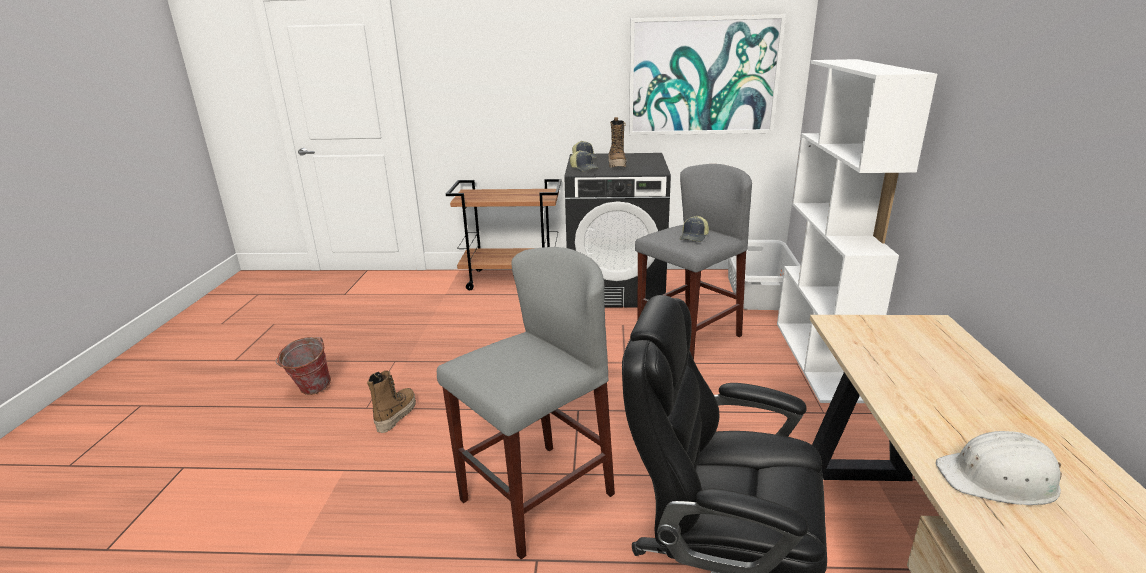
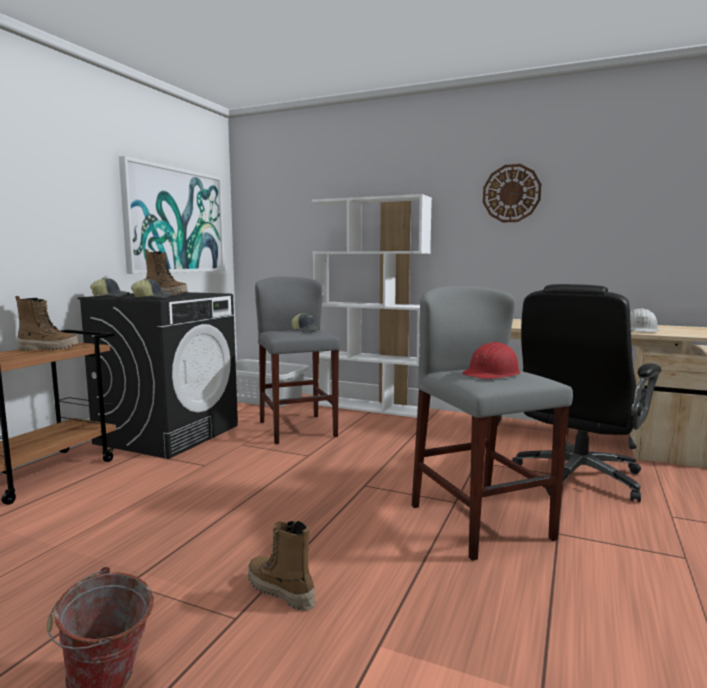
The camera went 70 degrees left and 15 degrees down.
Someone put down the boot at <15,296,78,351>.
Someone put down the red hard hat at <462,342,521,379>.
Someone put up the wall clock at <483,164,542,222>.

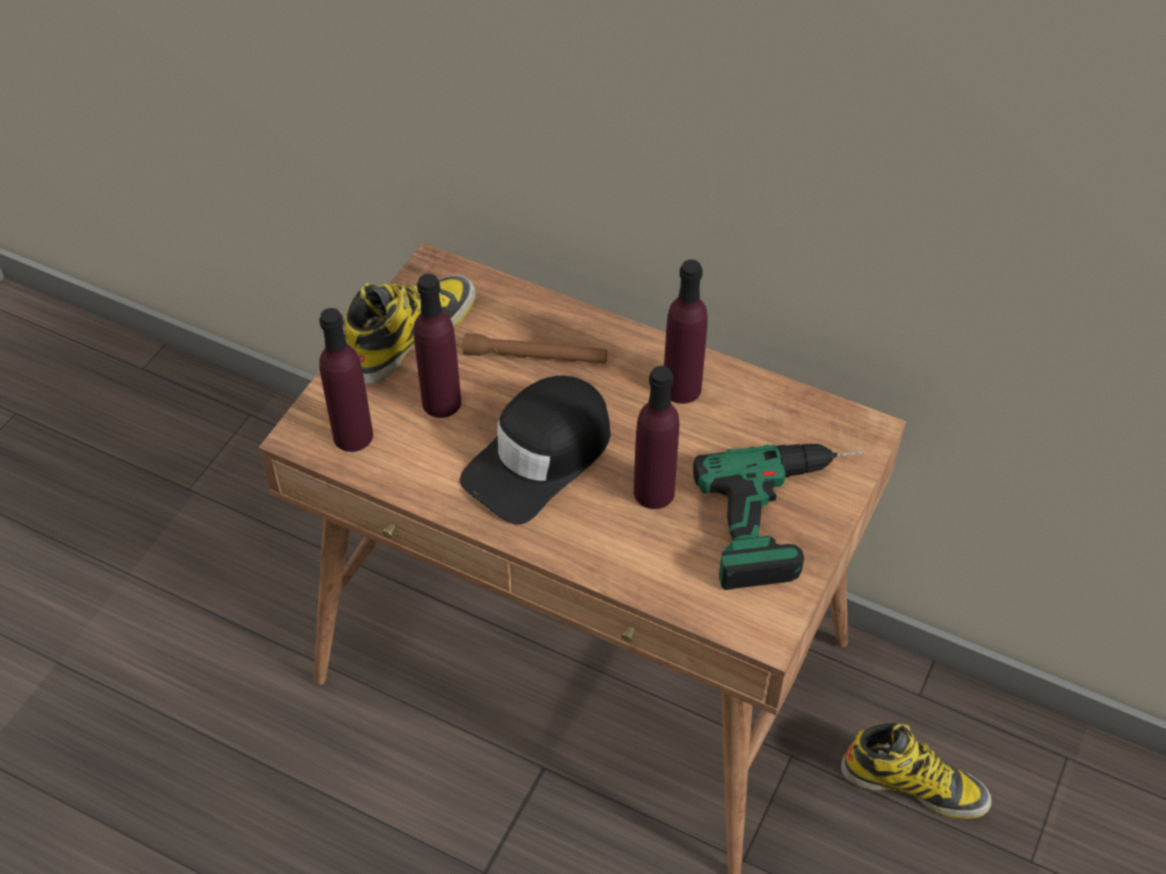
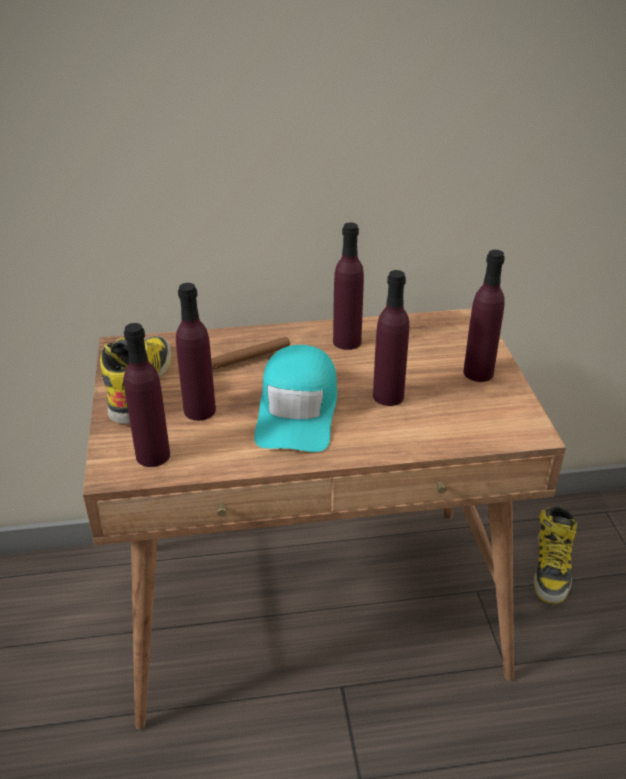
The camera went 35 degrees left and 15 degrees down.
Someone repainted the black cap at <460,376,611,525>, which became the turquoise cap at <254,345,337,452>.
Someone swapped the power drill at <693,444,866,590> for the purple bottle at <464,250,505,382>.
Someone rotated the boot at <841,723,992,819> by 120 degrees clockwise.

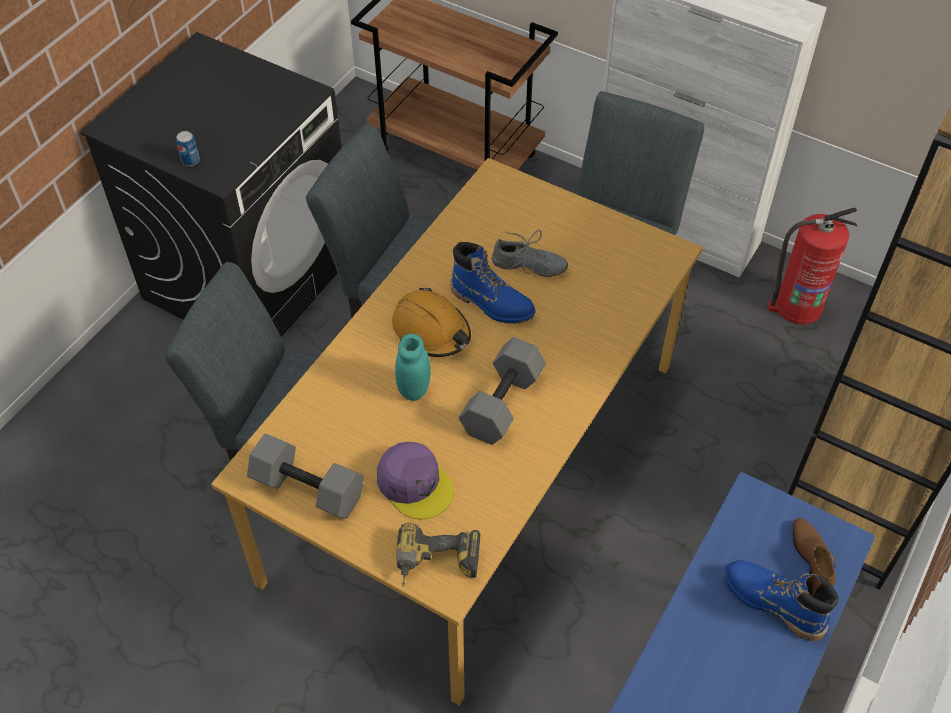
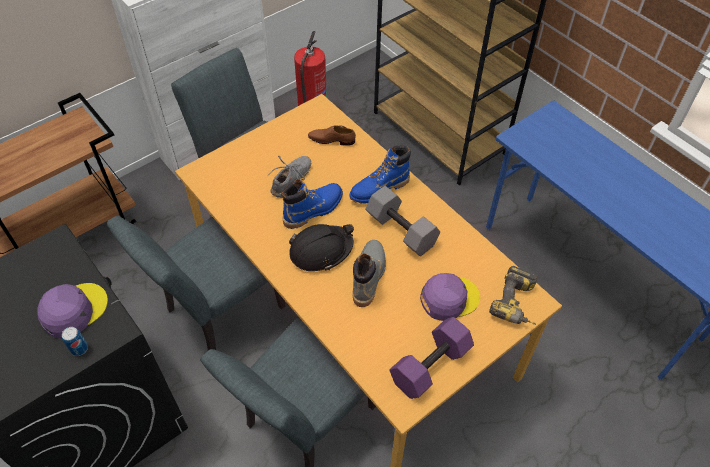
The camera went 70 degrees left and 0 degrees up.
Someone put down the purple cap at <37,283,108,339>.
Someone repainted the orange hard hat at <392,288,471,357>, which became the black hard hat at <289,224,354,271>.
Someone carried the brown shoe from <793,518,836,586> to <308,125,356,146>.
Someone carried the blue boot from <723,560,839,641> to <349,146,411,204>.
Someone swapped the turquoise jar at <395,334,431,401> for the grey boot at <352,240,386,307>.
Someone repainted the grey dumbbell at <247,434,364,519>, which became the purple dumbbell at <389,317,474,399>.

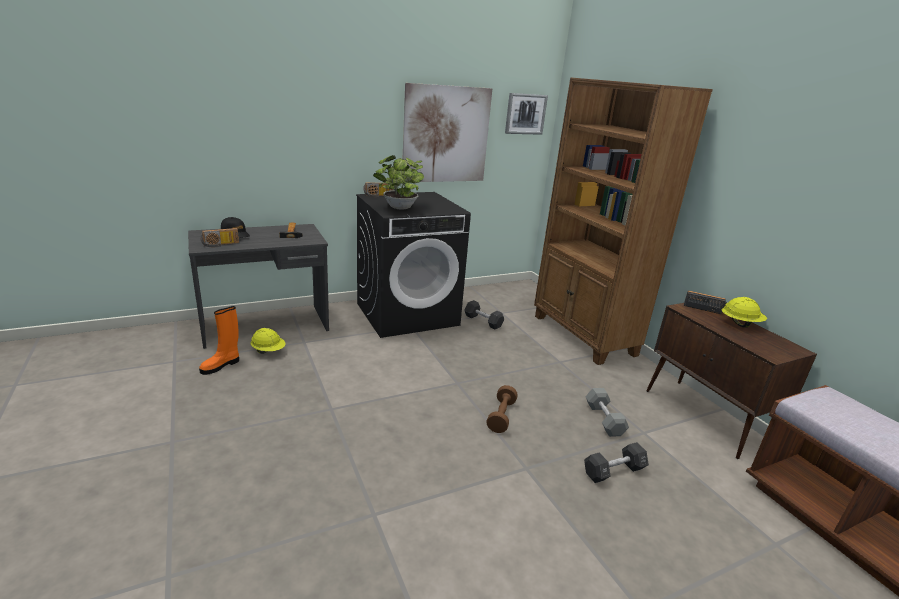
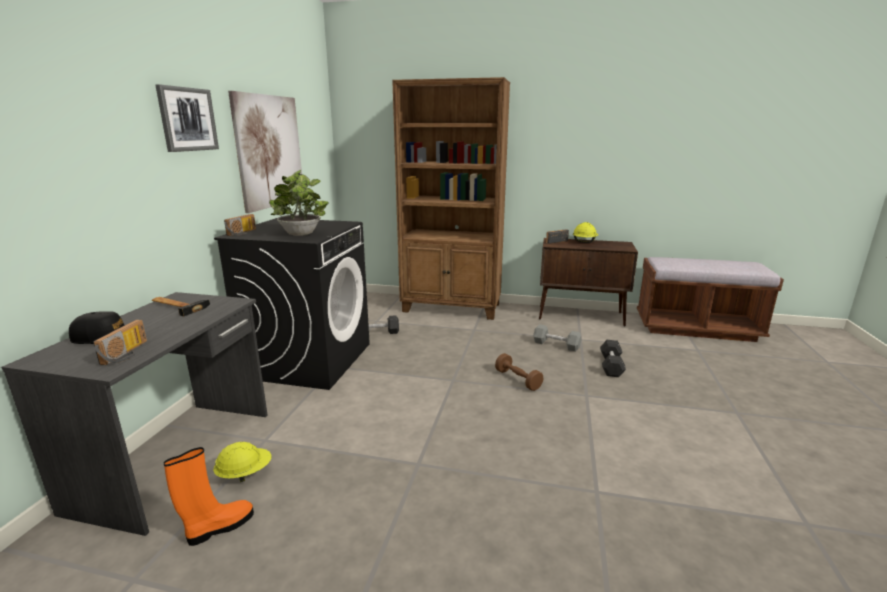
The camera went 50 degrees left and 5 degrees down.
Someone carried the picture from <505,93,548,135> to <156,84,219,152>.
Someone rotated the orange boot at <199,306,239,375> by 120 degrees counterclockwise.

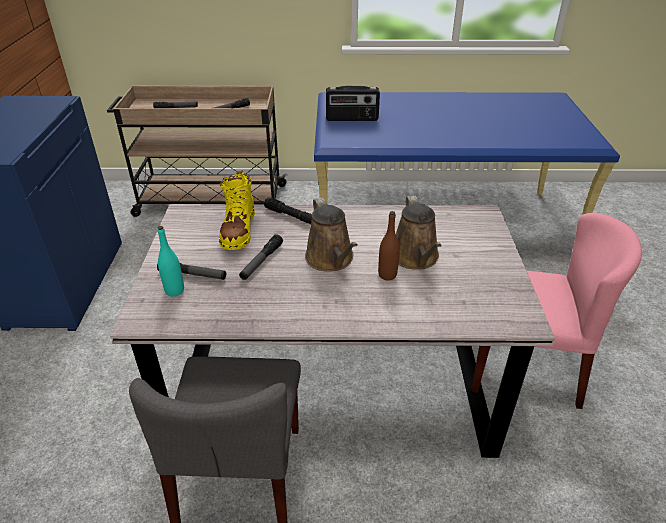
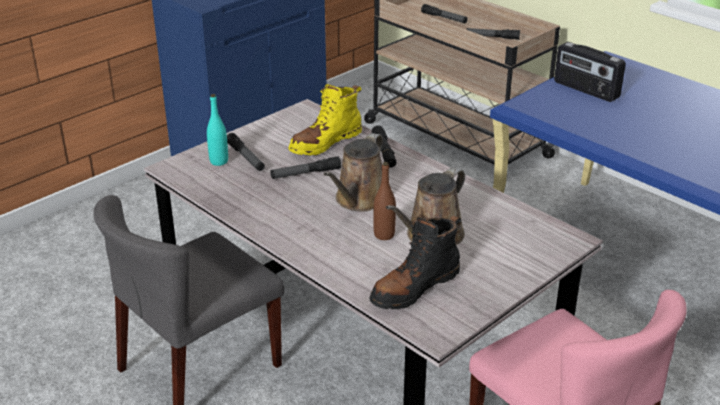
The camera went 45 degrees right and 5 degrees down.
Someone put down the black boot at <370,216,461,310>.

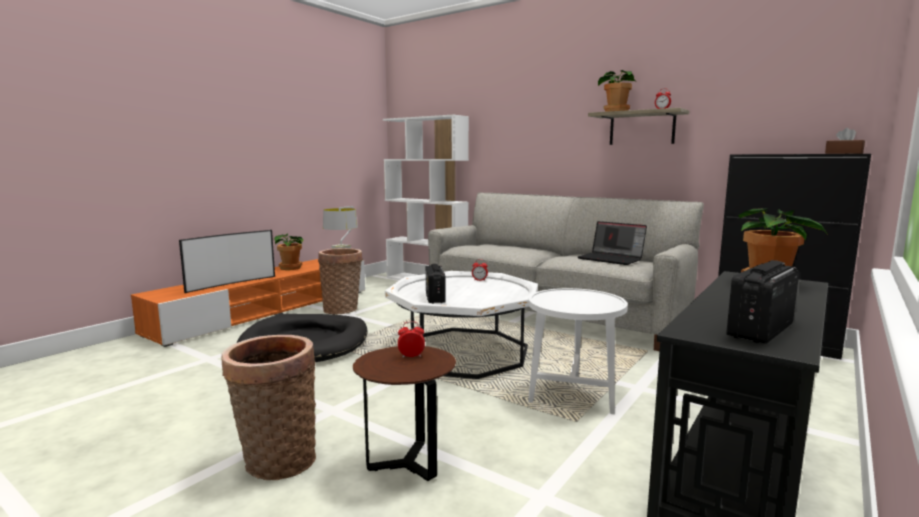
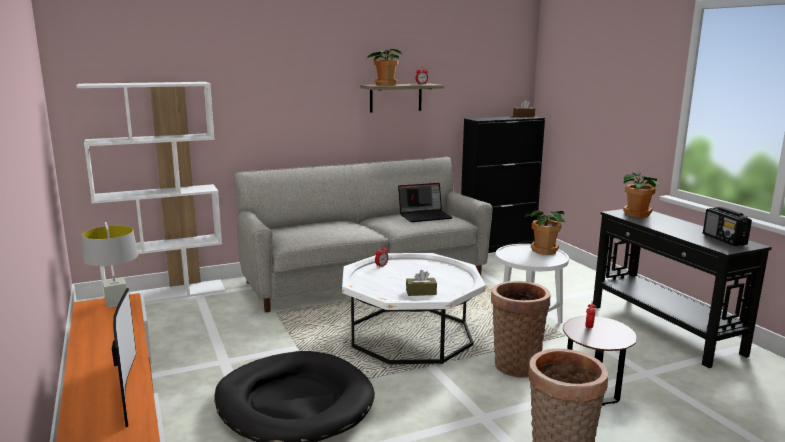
The camera went 60 degrees left and 5 degrees up.
Someone swapped the radio at <426,264,446,303> for the brown tissue box at <406,270,437,296>.
Someone carried the basket from <318,248,363,315> to <491,281,551,378>.
Someone carried the potted plant from <274,233,303,270> to <525,210,567,255>.

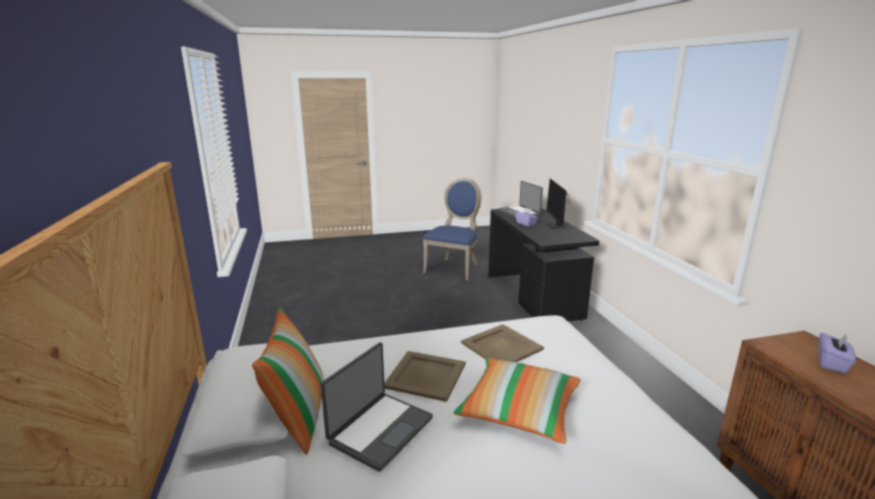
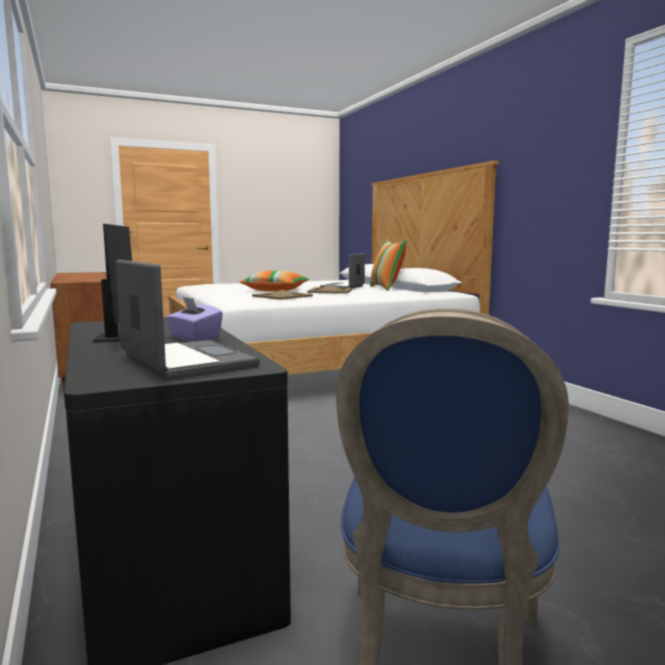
The camera went 170 degrees right and 10 degrees down.
Someone took away the purple tissue box at <818,333,856,373>.

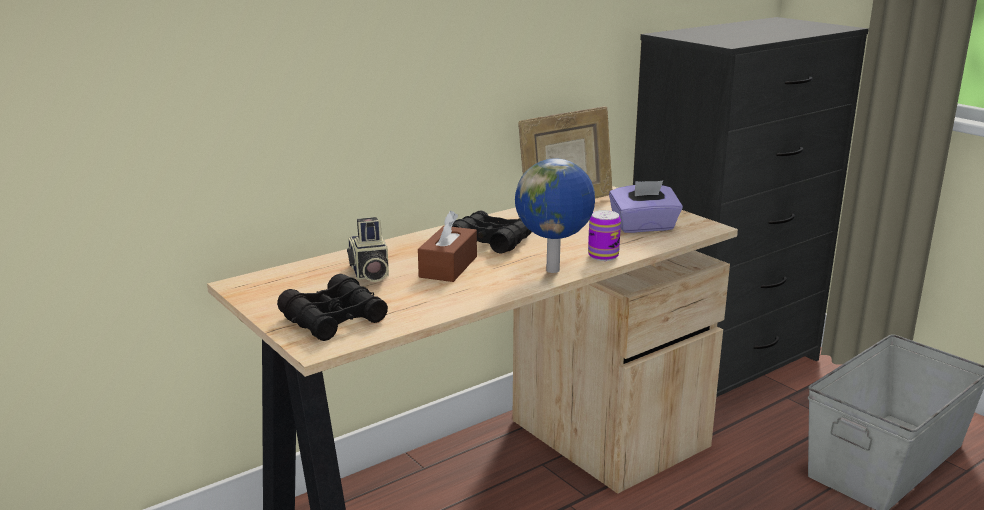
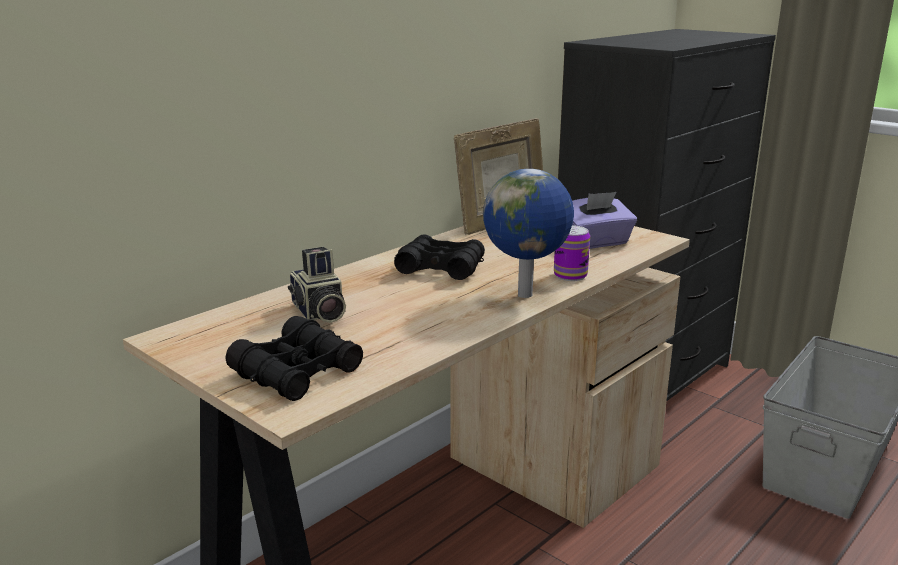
The camera went 10 degrees left and 0 degrees up.
Someone took away the brown tissue box at <418,211,477,282>.

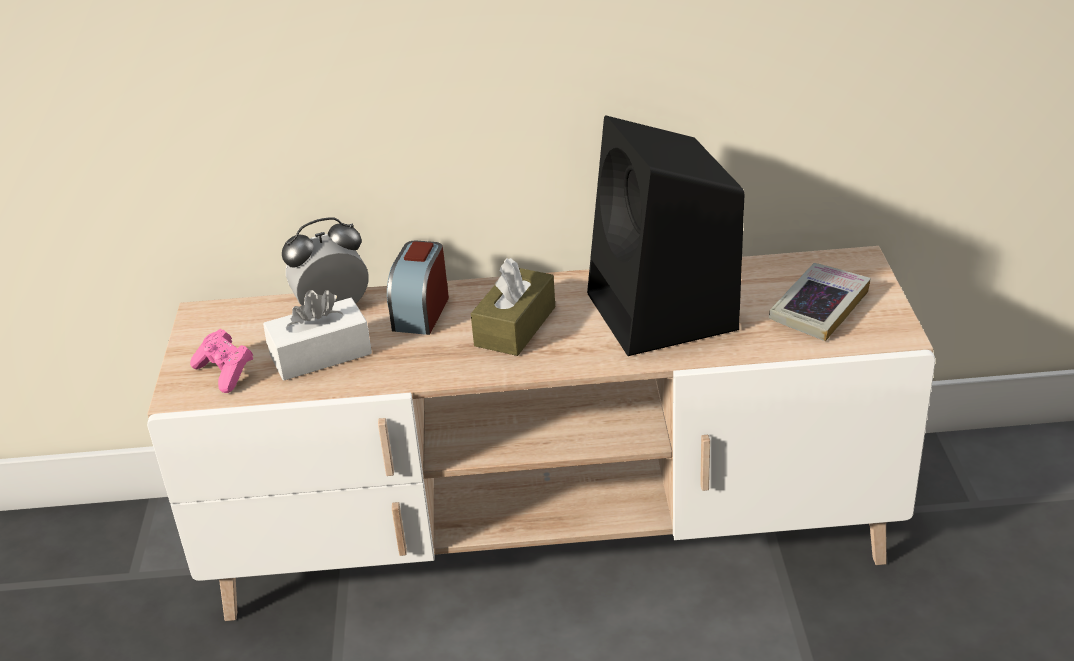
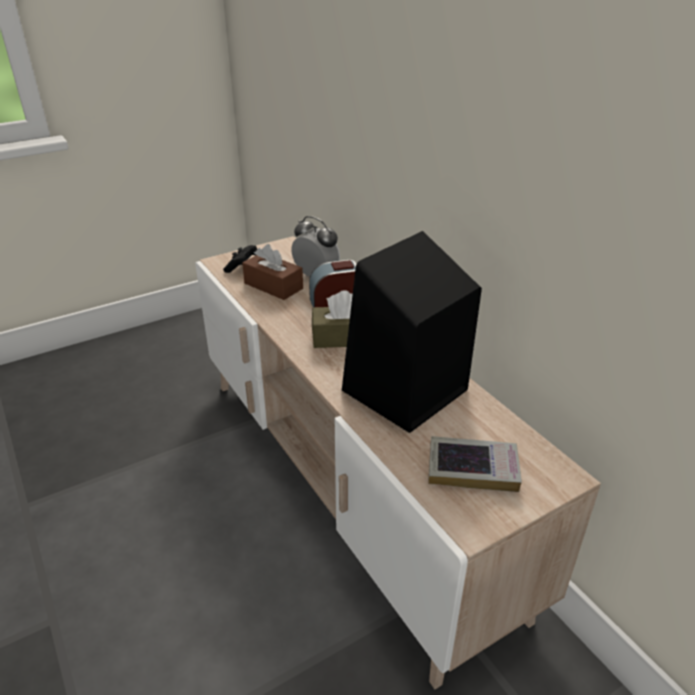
The camera went 60 degrees right and 0 degrees up.
Someone repainted the pink game controller at <190,329,253,393>, which became the black game controller at <223,245,257,273>.
Someone repainted the white tissue box at <263,290,372,381>, which became the brown tissue box at <242,244,303,300>.

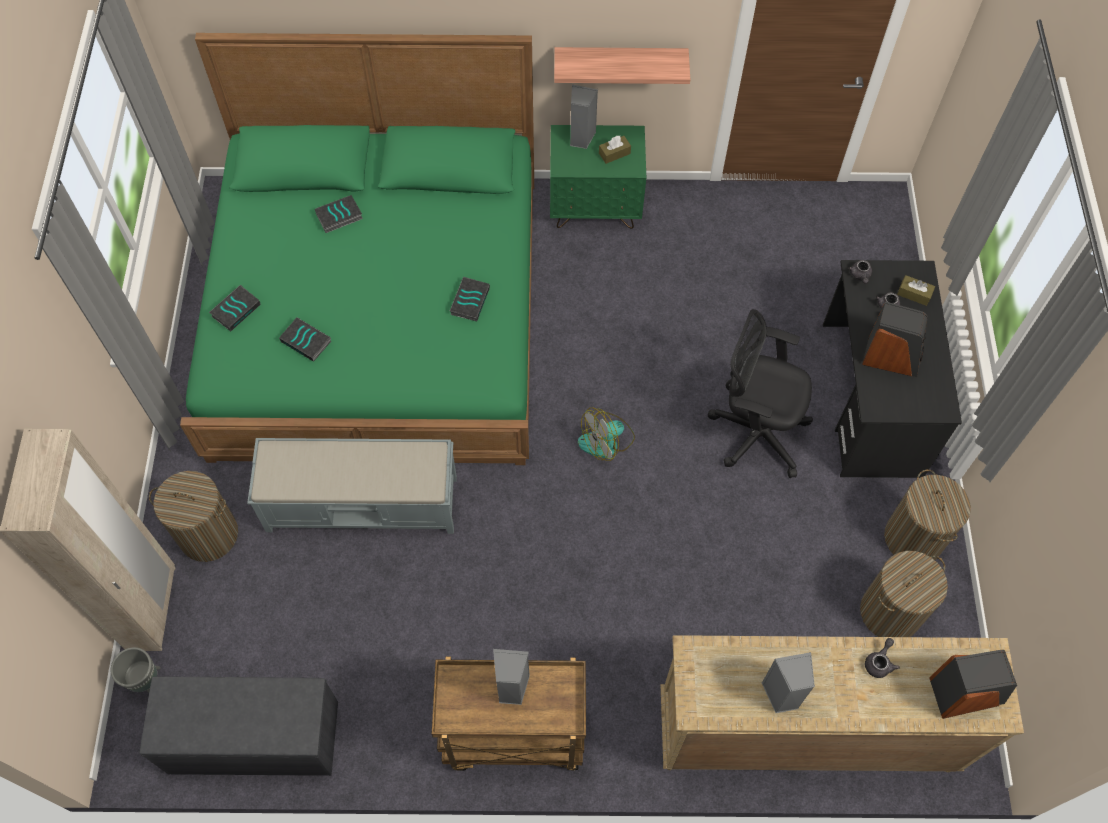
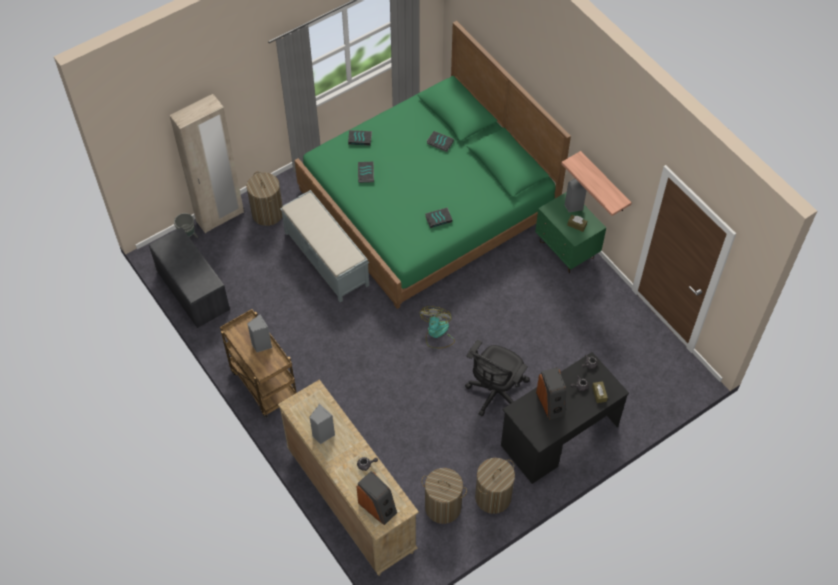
The camera went 55 degrees right and 5 degrees down.
Someone rotated the fan at <578,408,635,461> by 75 degrees clockwise.
Someone rotated the black office chair at <708,309,813,478> by 135 degrees counterclockwise.

